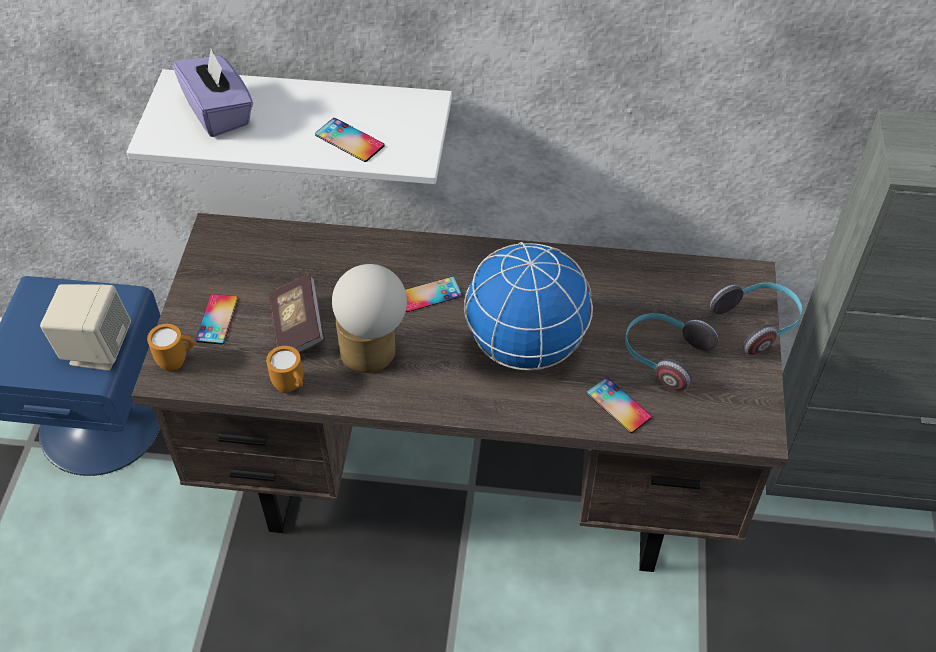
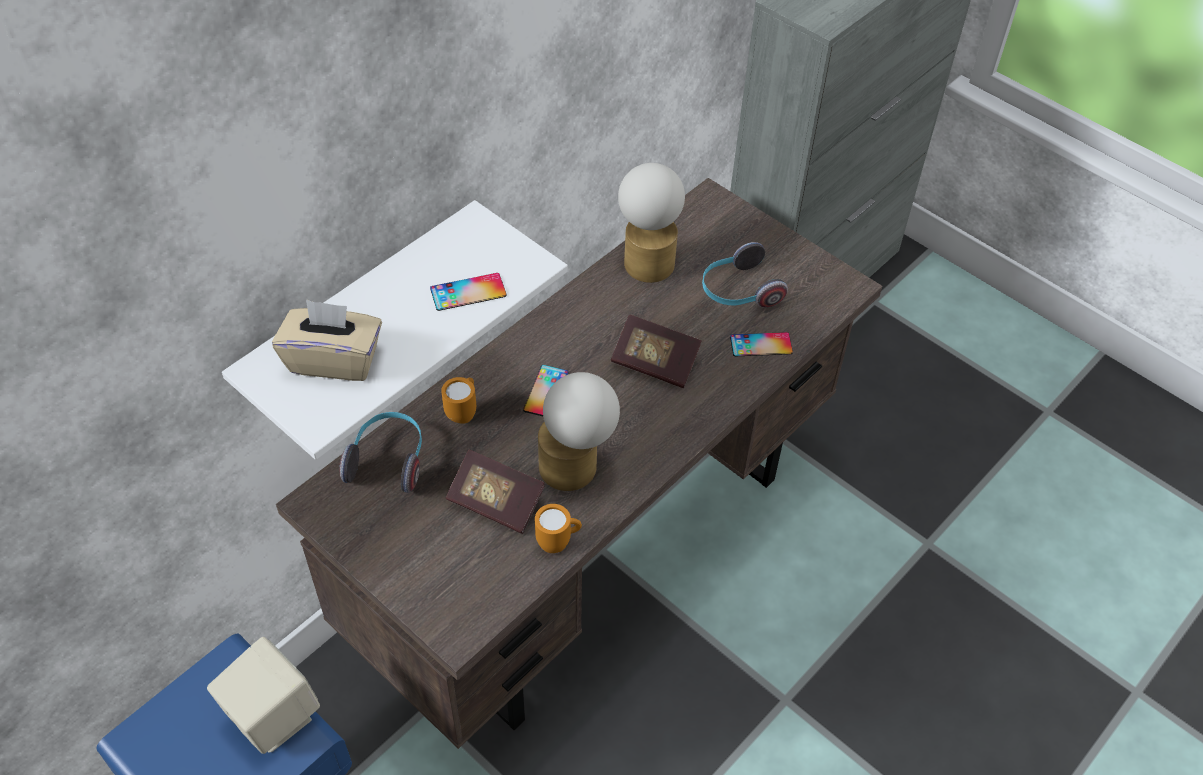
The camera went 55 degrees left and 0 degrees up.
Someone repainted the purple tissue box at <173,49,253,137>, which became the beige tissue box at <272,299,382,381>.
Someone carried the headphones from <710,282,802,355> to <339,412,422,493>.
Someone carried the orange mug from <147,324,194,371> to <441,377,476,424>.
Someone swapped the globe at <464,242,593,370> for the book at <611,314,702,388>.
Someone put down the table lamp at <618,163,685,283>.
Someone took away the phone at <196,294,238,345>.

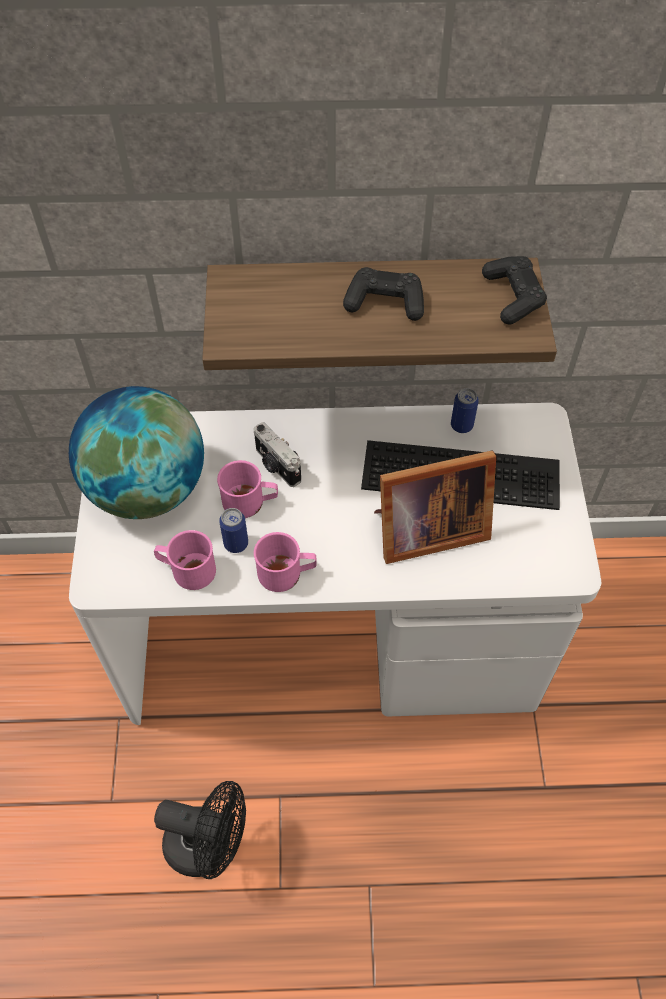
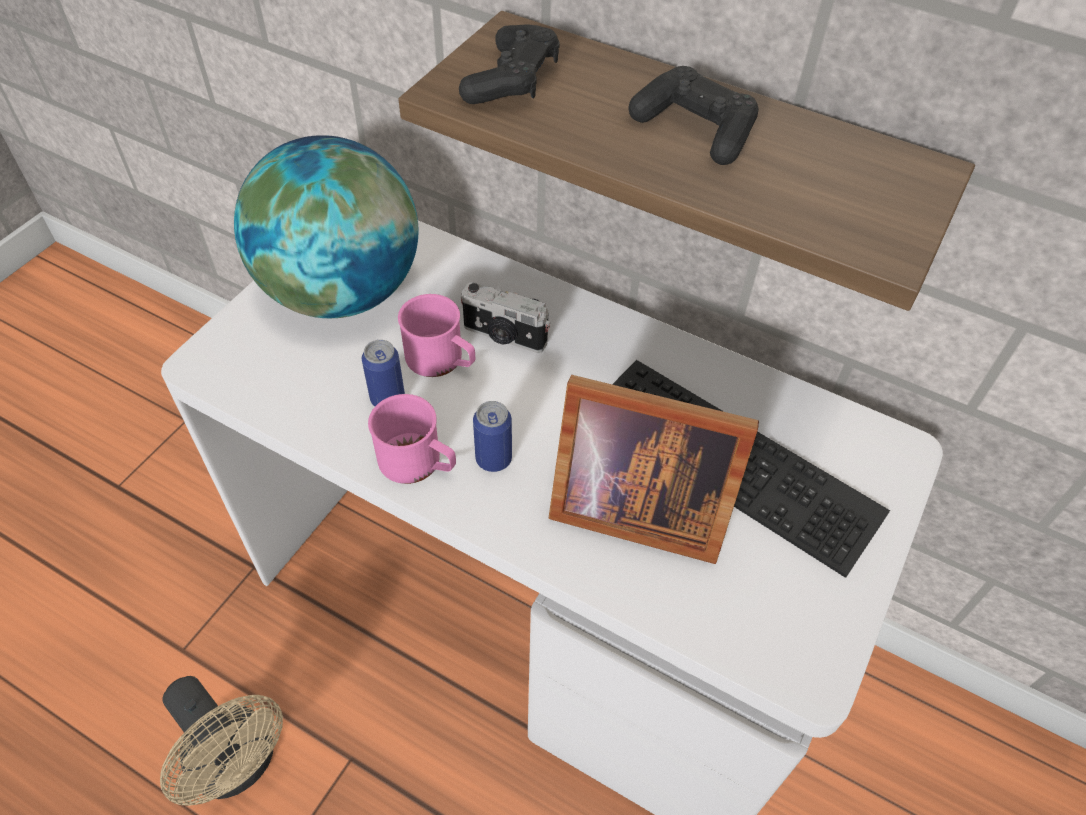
The camera went 30 degrees right and 5 degrees down.
Someone repainted the black fan at <154,781,246,879>, which became the beige fan at <160,676,283,806>.
Someone carried the black game controller from <482,256,547,325> to <459,25,559,104>.
Someone rotated the photo camera at <254,422,301,487> by 60 degrees counterclockwise.
Someone carried the can from <451,388,479,433> to <473,401,512,472>.
Someone took away the pink mug at <154,530,216,590>.

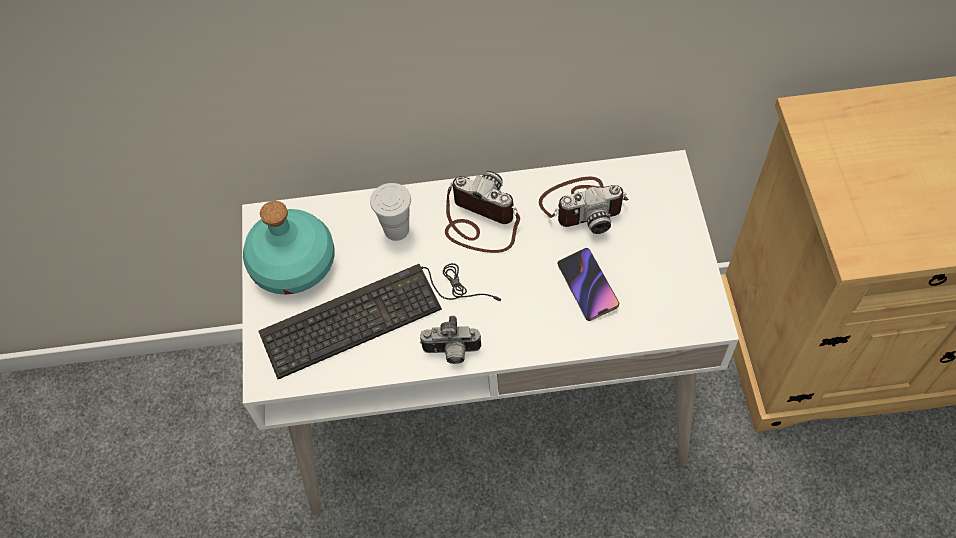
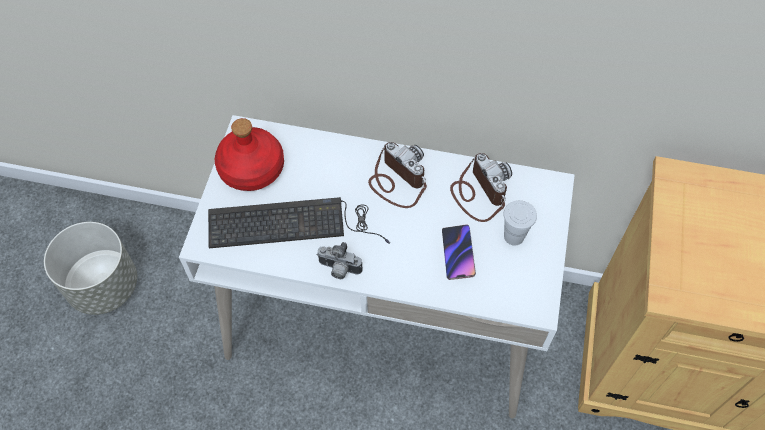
The camera went 15 degrees right and 0 degrees up.
Someone put down the grey planter at <44,222,137,315>.
Someone repainted the turquoise bottle at <243,201,335,295>, which became the red bottle at <215,118,284,191>.
Someone rotated the photo camera at <539,176,628,234> by 120 degrees counterclockwise.
Someone carried the white cup from <370,183,411,241> to <503,200,537,246>.

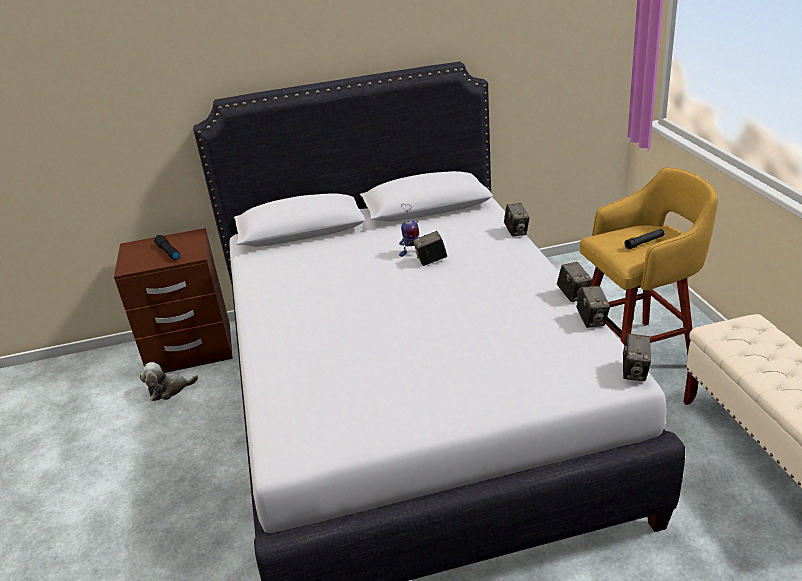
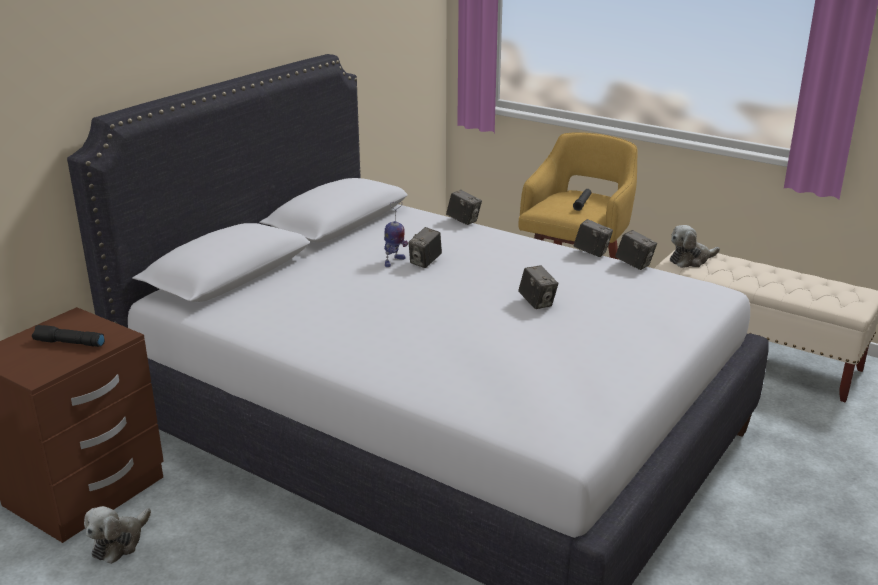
The camera went 45 degrees left and 5 degrees down.
Someone carried the photo camera from <623,334,651,381> to <518,265,558,309>.
Someone put down the plush toy at <670,225,720,268>.

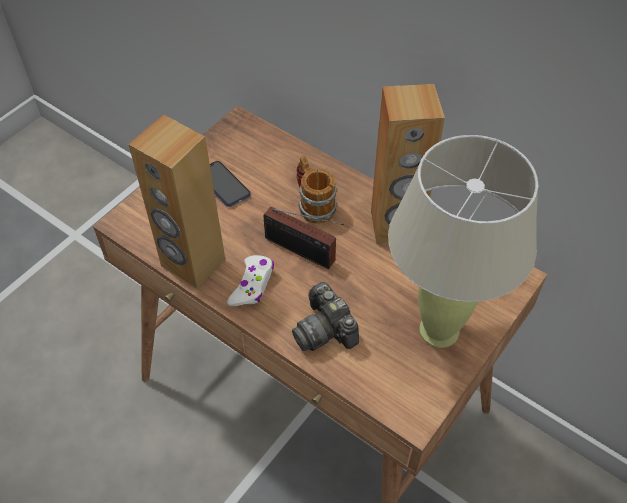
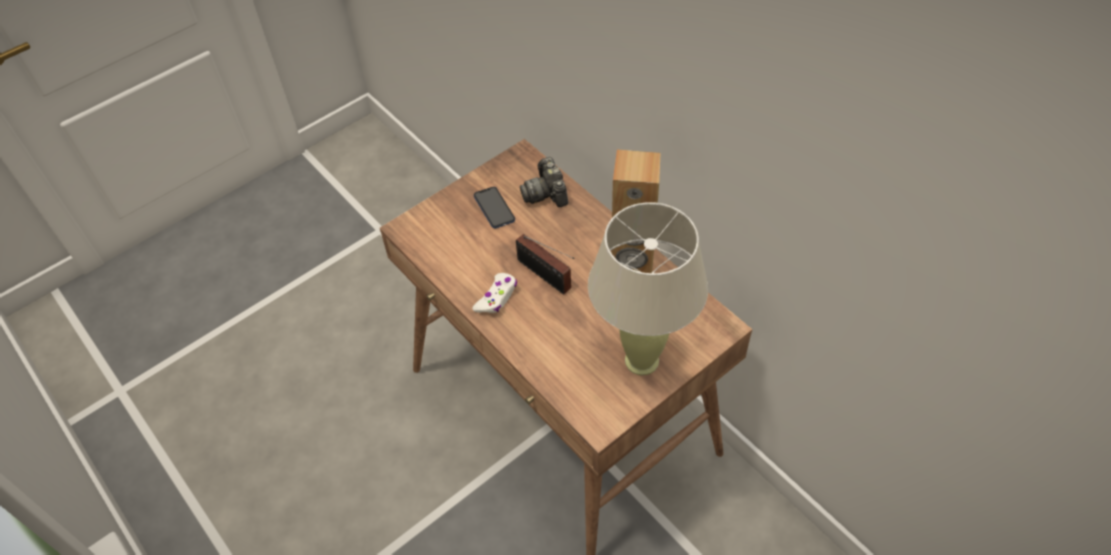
The camera went 15 degrees right and 0 degrees up.
Someone carried the photo camera from <292,282,359,351> to <520,157,568,207>.
Someone took away the brown speaker at <128,115,225,288>.
Someone took away the mug at <296,156,338,224>.

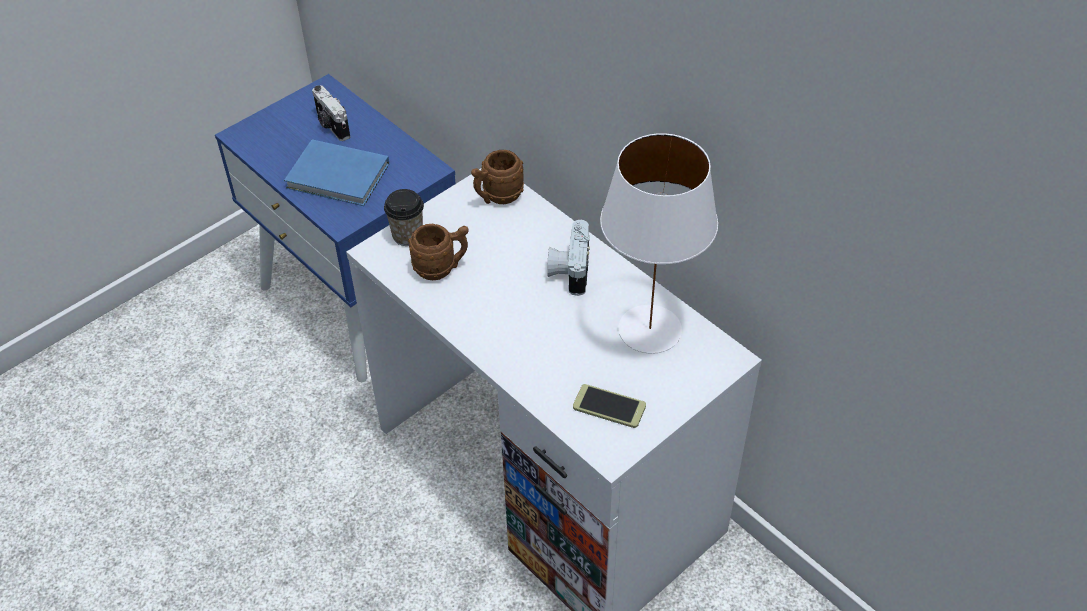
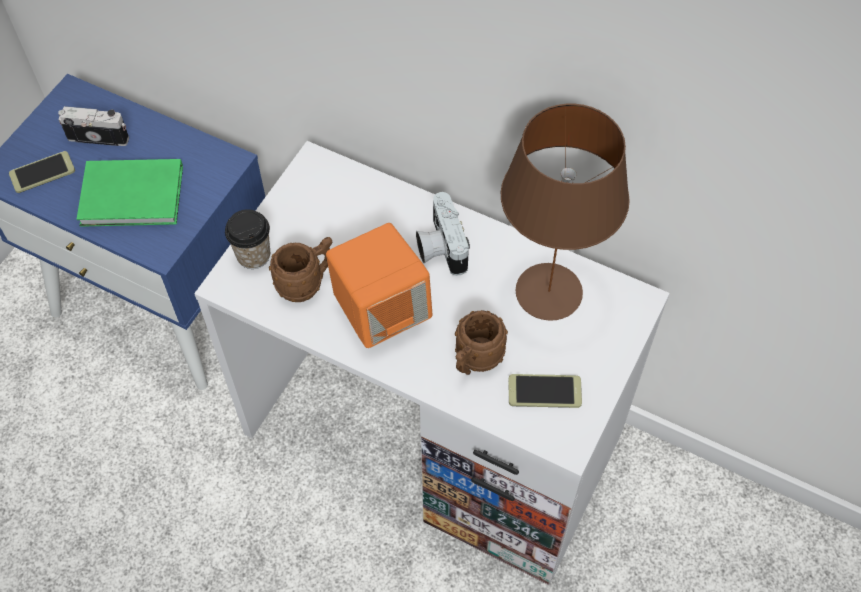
The camera went 20 degrees left and 10 degrees up.
Someone put down the phone at <9,151,75,193>.
Someone rotated the photo camera at <312,85,350,141> by 150 degrees clockwise.
Someone repainted the blue book at <284,139,389,206>, which became the green book at <76,159,183,227>.
Someone put down the orange speaker at <326,223,432,348>.
Someone carried the brown mug from <471,150,524,204> to <455,310,508,375>.
Someone repainted the white table lamp at <600,133,718,354>, which became the brown table lamp at <501,104,630,321>.

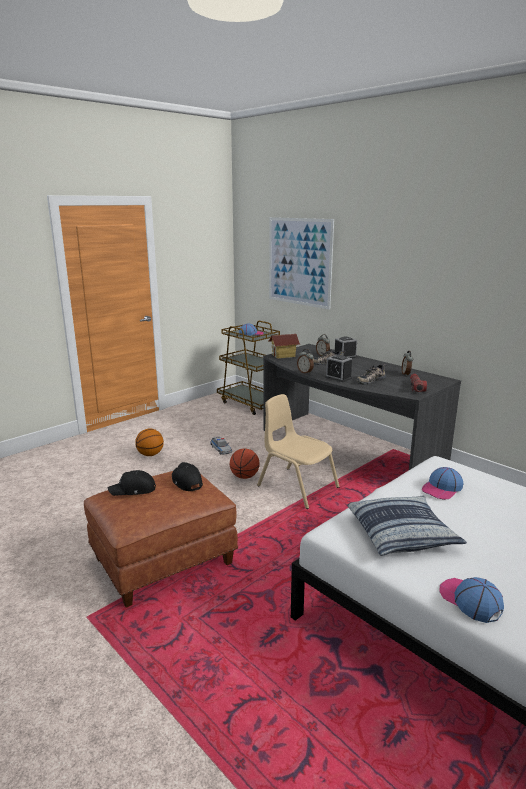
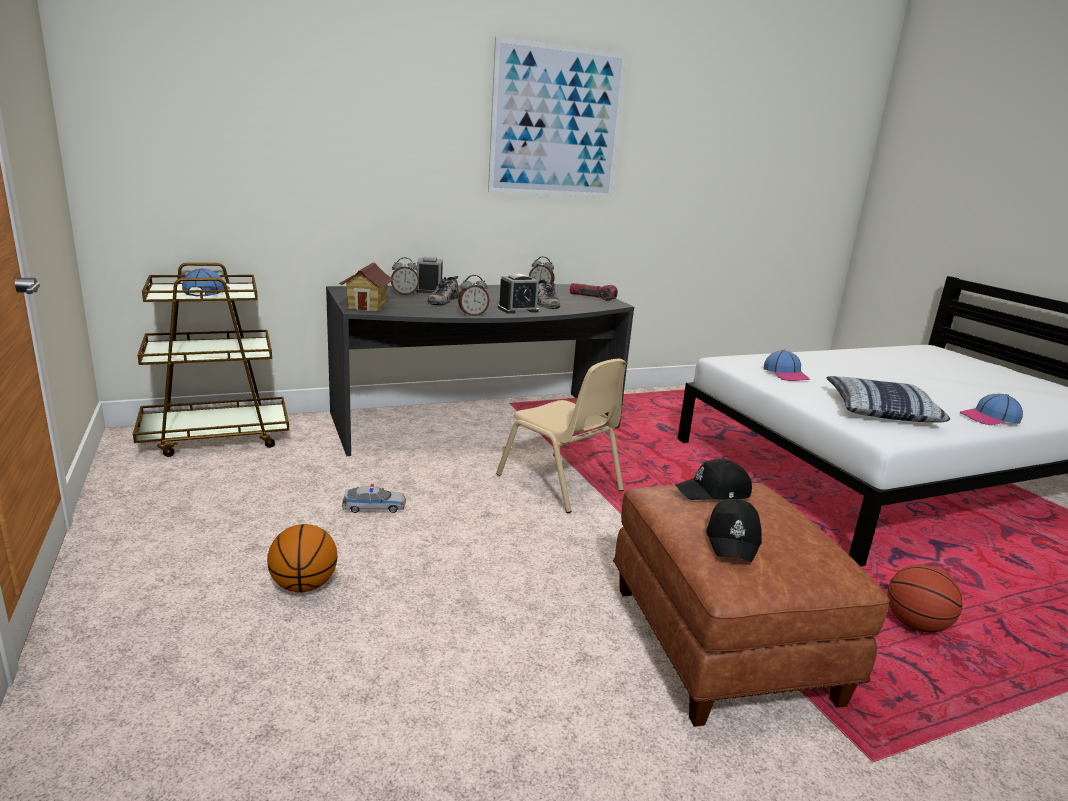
The camera went 70 degrees left and 0 degrees up.
Someone carried the picture from <269,217,334,310> to <488,37,627,198>.
Someone rotated the beige chair at <257,394,340,509> by 105 degrees counterclockwise.
Someone carried the basketball from <230,449,260,479> to <887,564,962,633>.

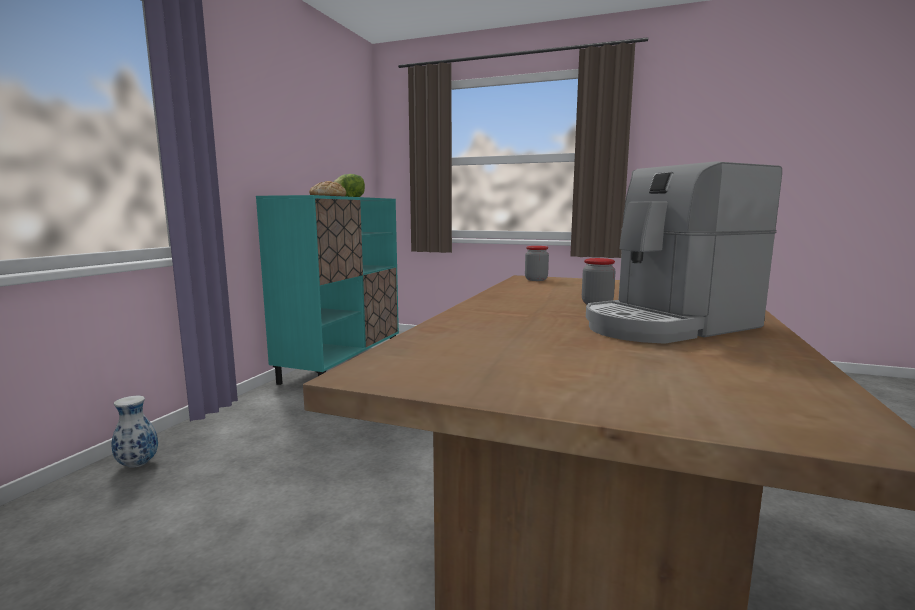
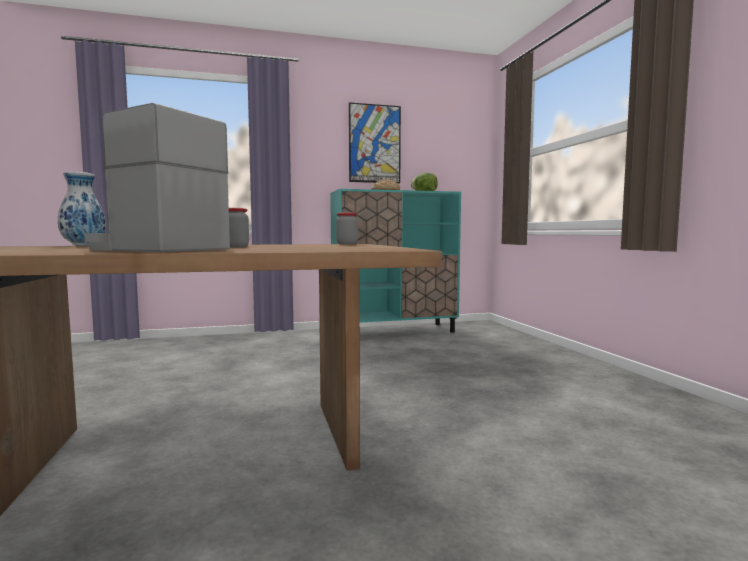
The camera went 55 degrees right and 5 degrees down.
Someone carried the vase from <111,396,158,468> to <58,172,106,246>.
Someone put up the picture at <349,102,401,183>.

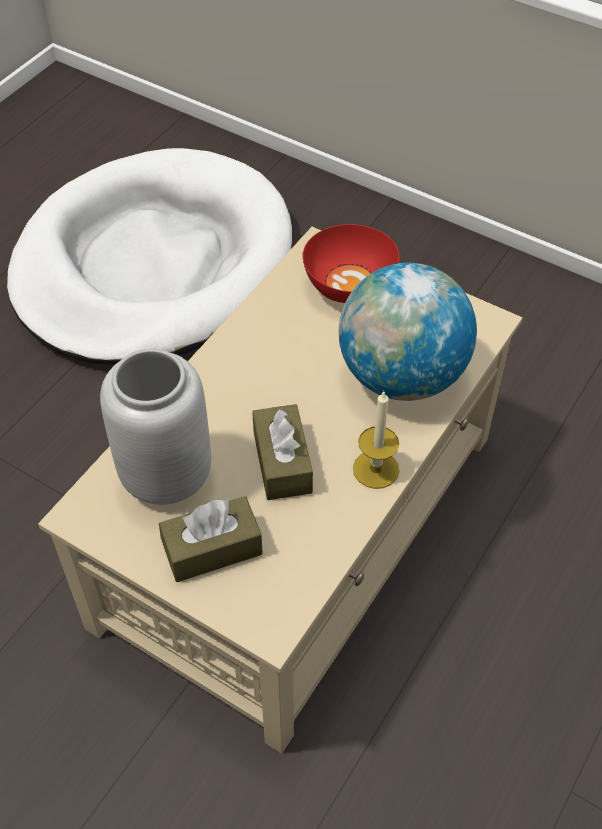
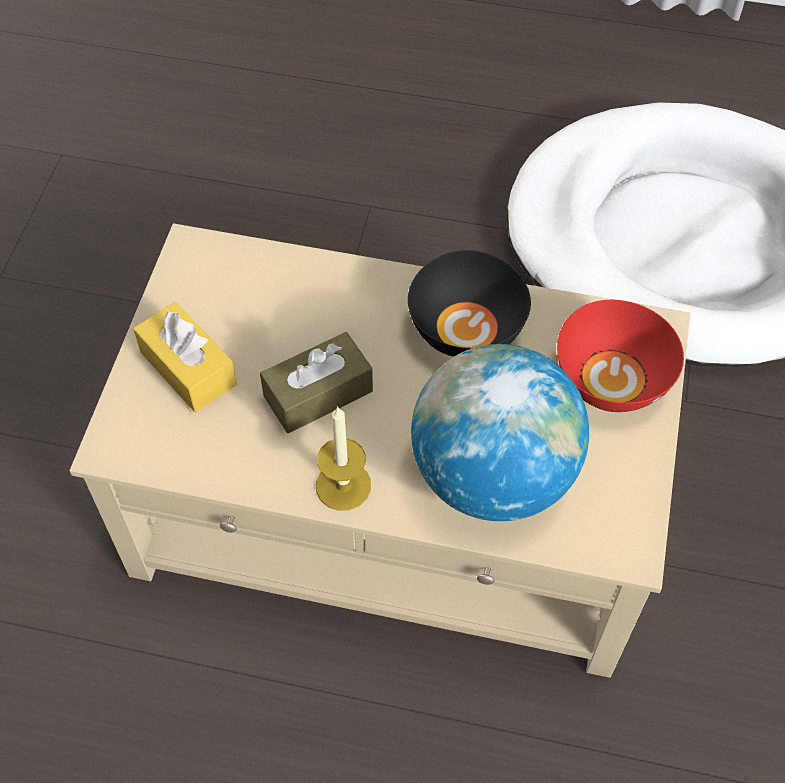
The camera went 70 degrees right and 5 degrees up.
Someone repainted the brown tissue box at <159,496,263,582>, which became the yellow tissue box at <133,302,237,412>.
Someone put down the black bowl at <408,250,531,357>.
Someone took away the grey vase at <100,348,211,505>.

